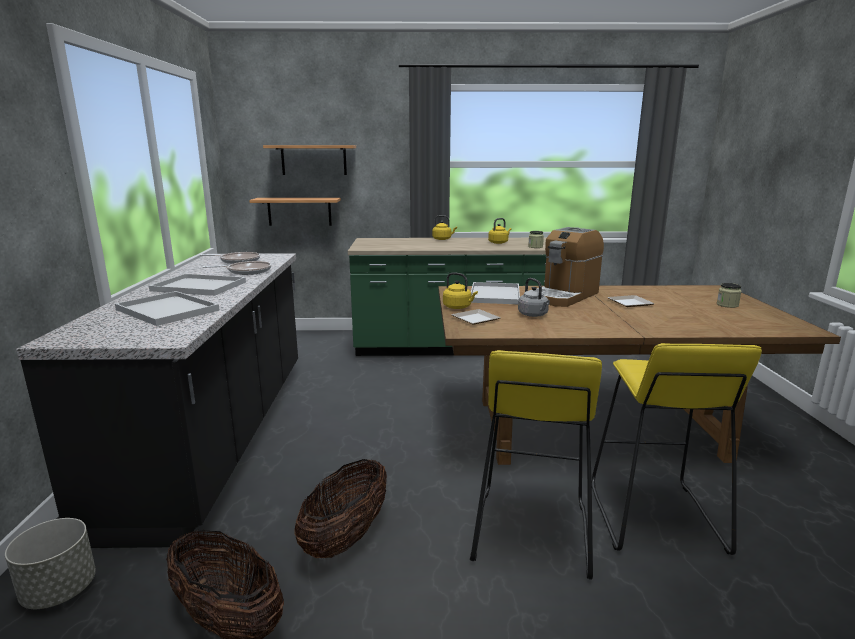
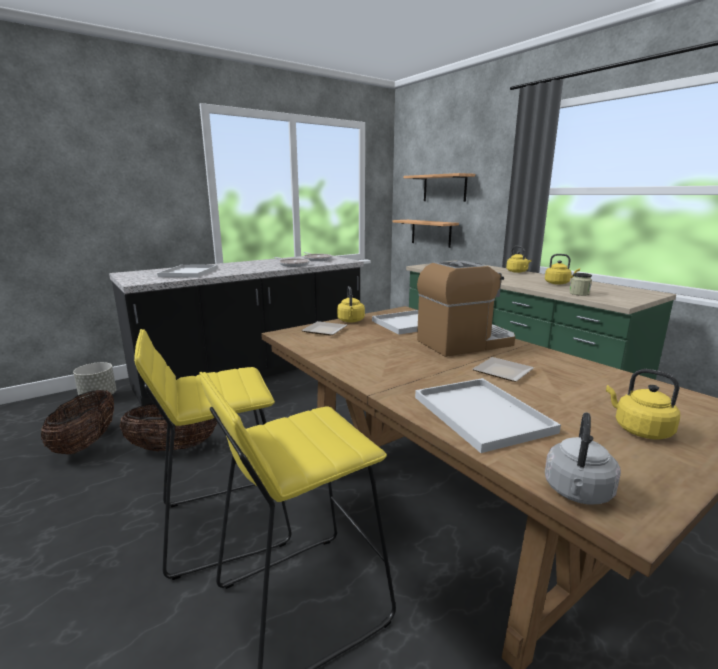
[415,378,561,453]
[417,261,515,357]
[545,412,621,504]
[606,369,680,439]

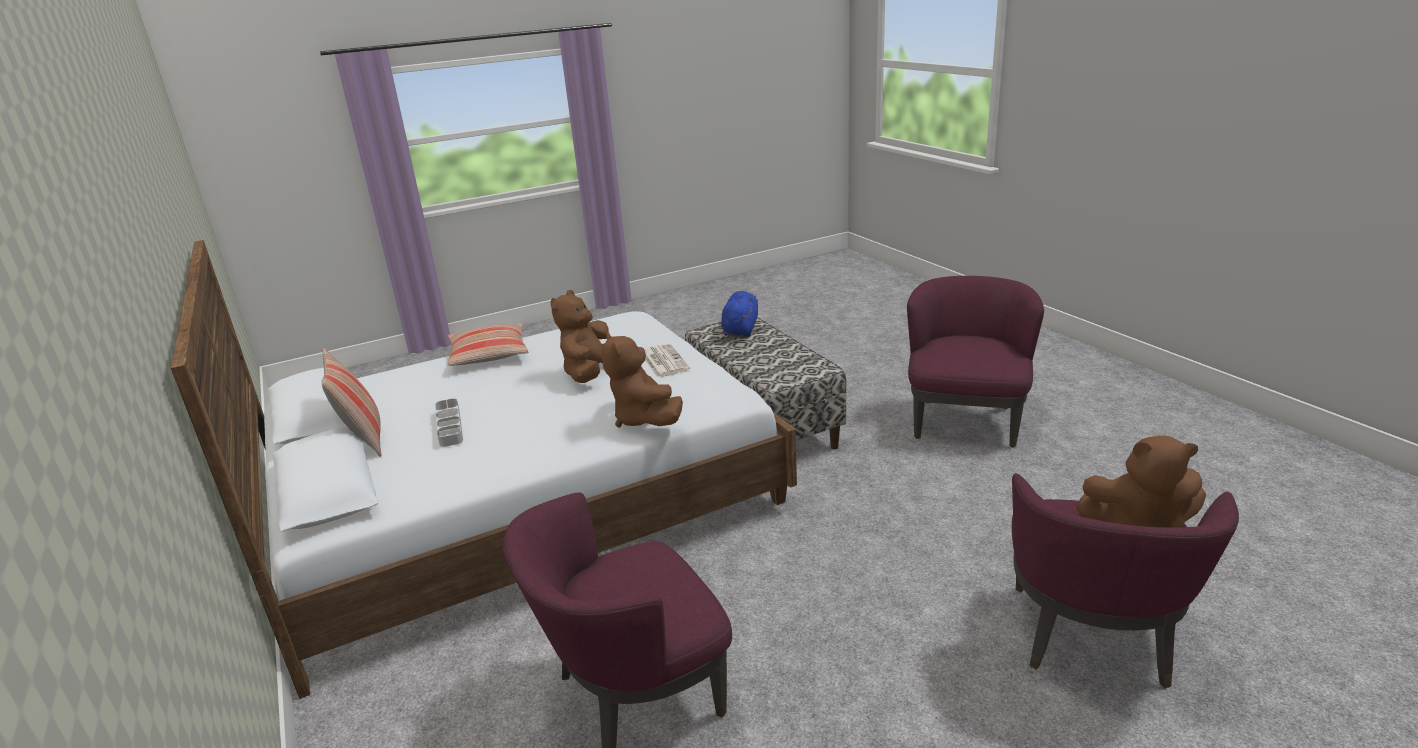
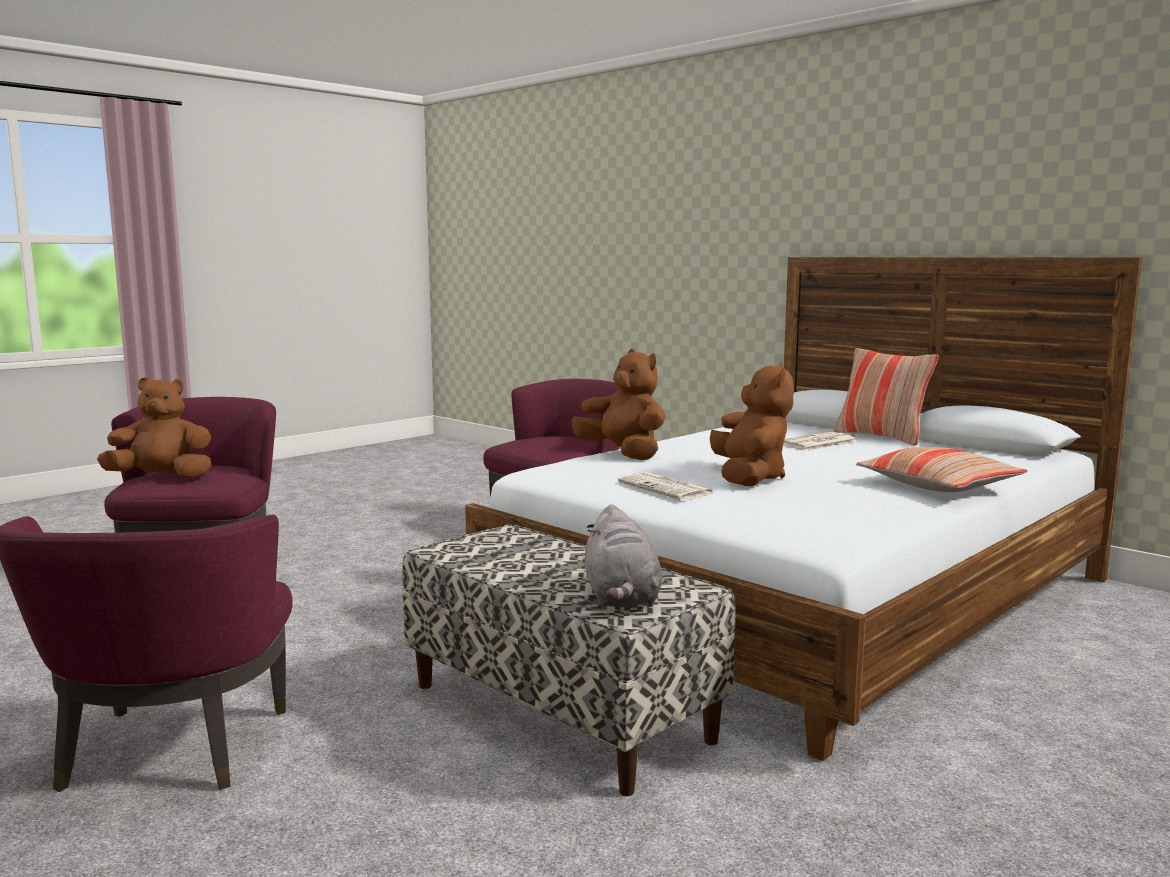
[585,504,662,607]
[783,432,857,451]

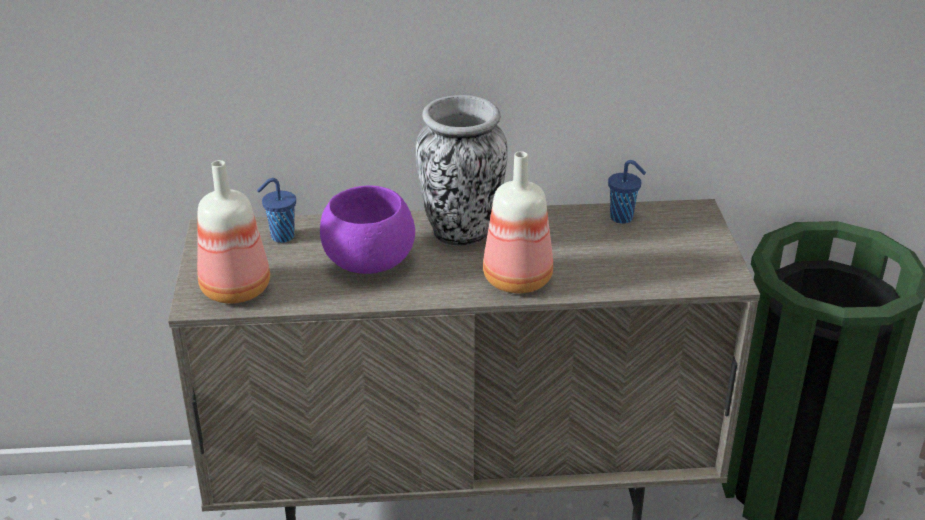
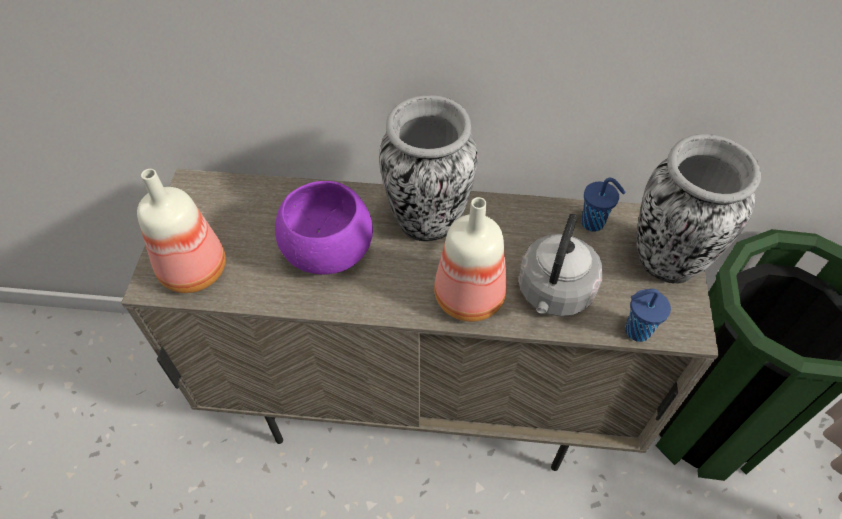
[518,214,603,316]
[625,289,671,342]
[636,134,761,284]

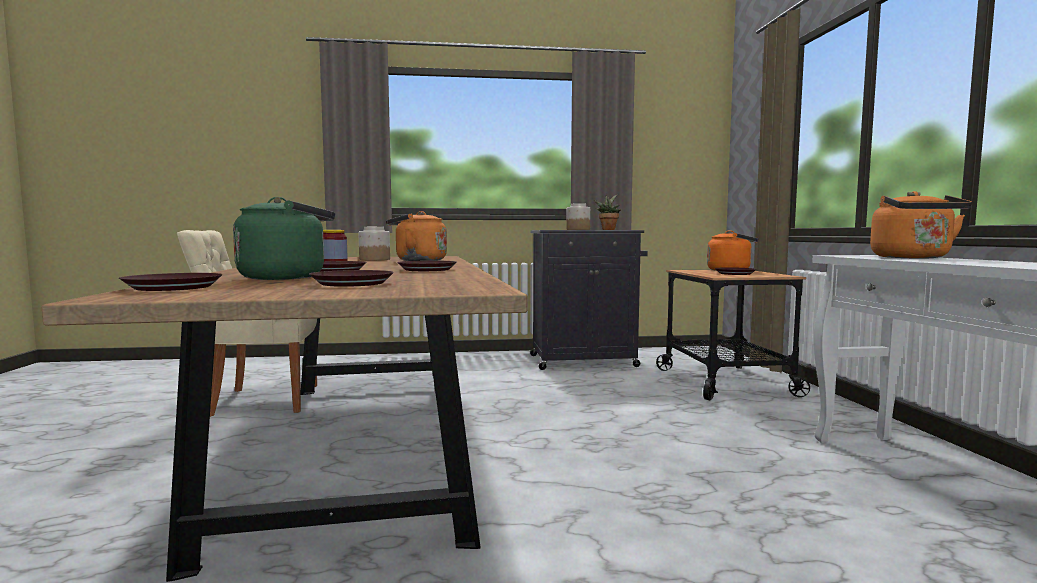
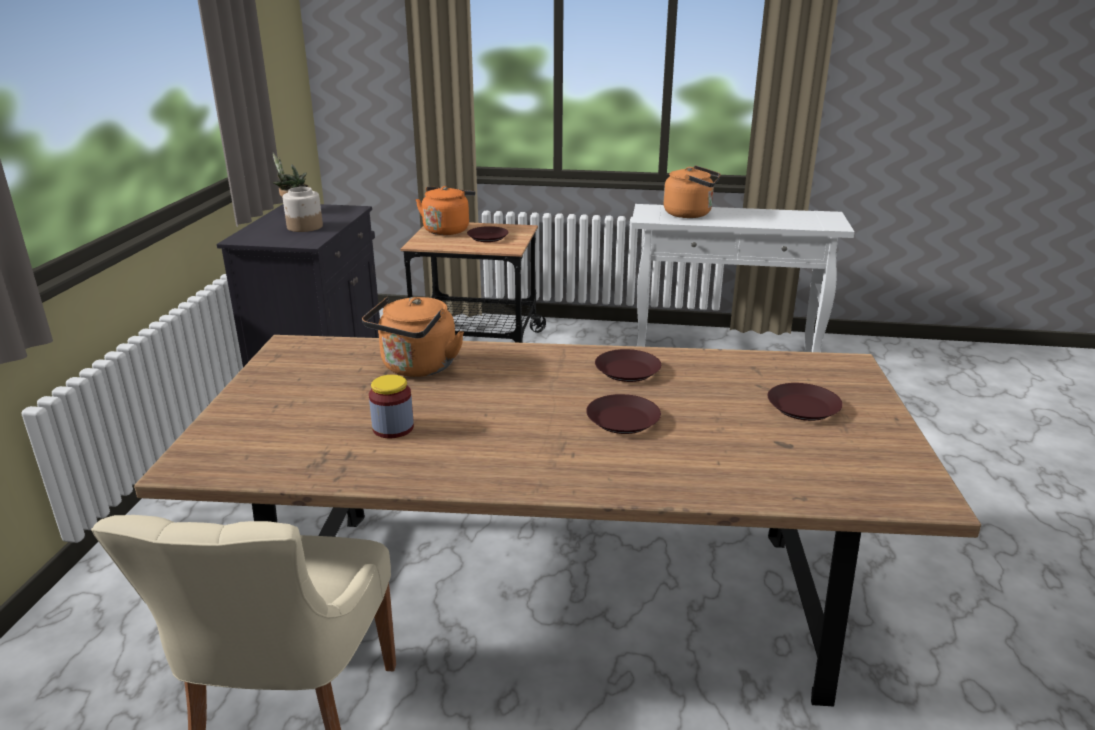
[119,273,223,291] (first image)
[233,197,335,280] (first image)
[358,227,390,260] (first image)

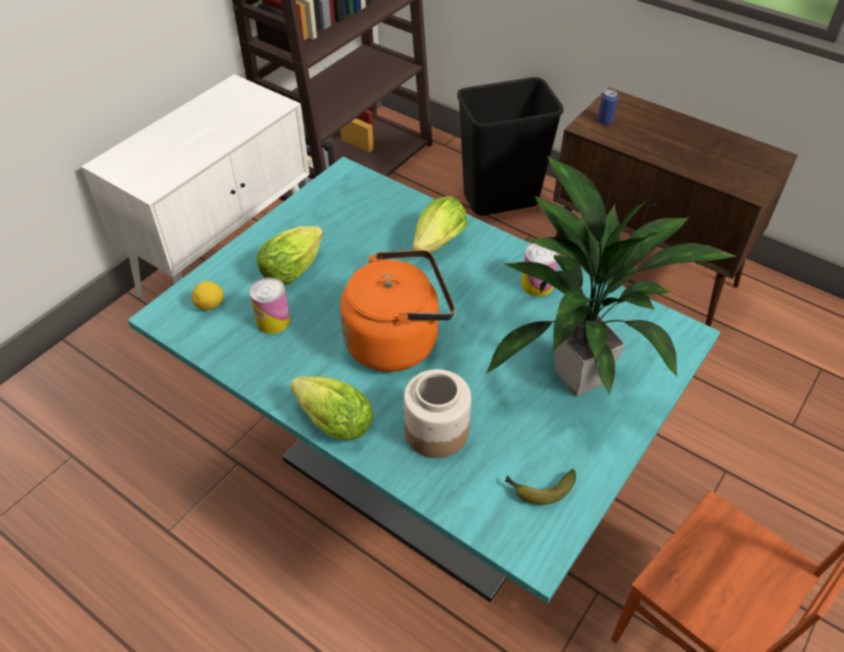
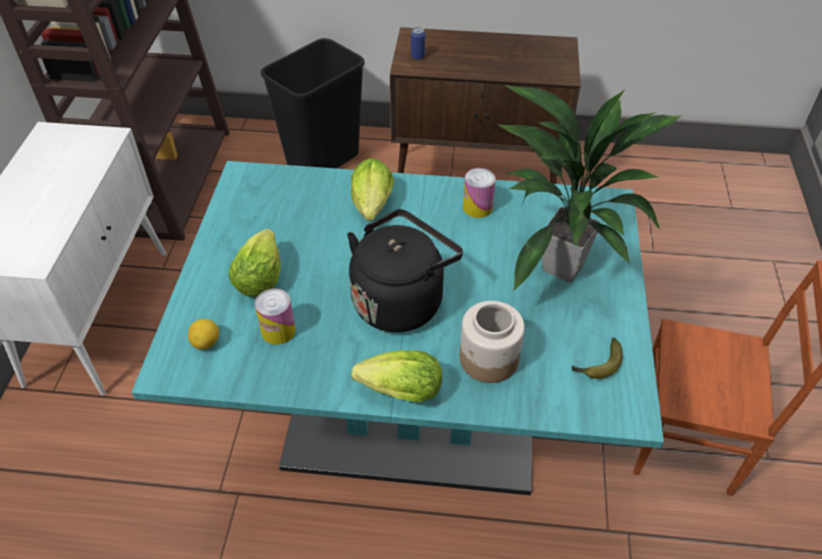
[347,209,463,332]

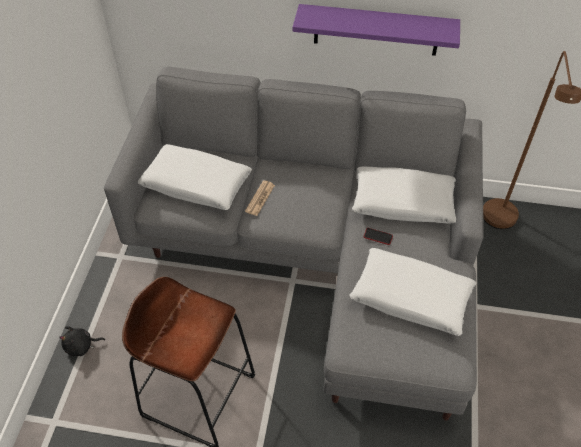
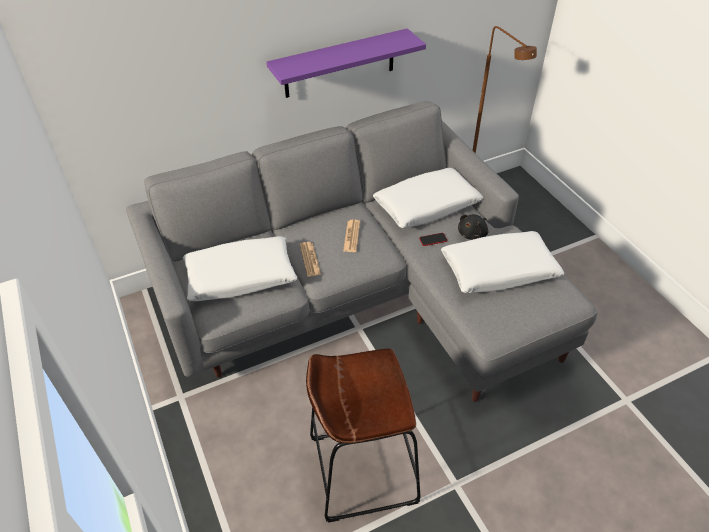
[343,219,360,252]
[458,214,489,240]

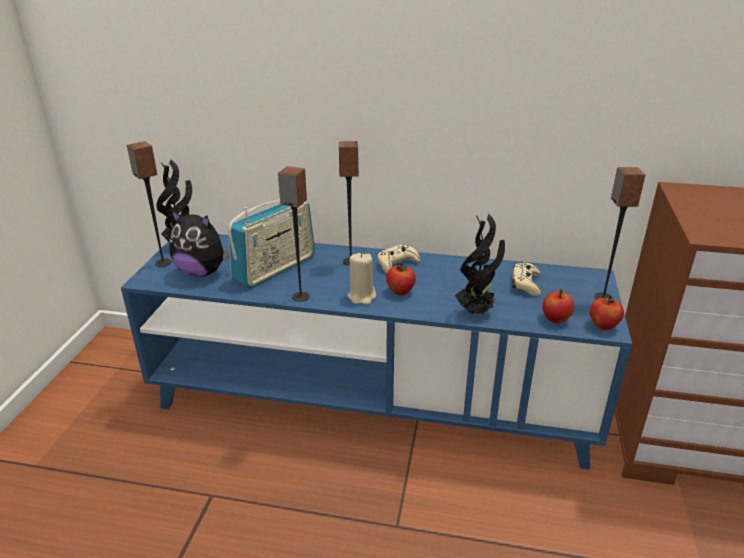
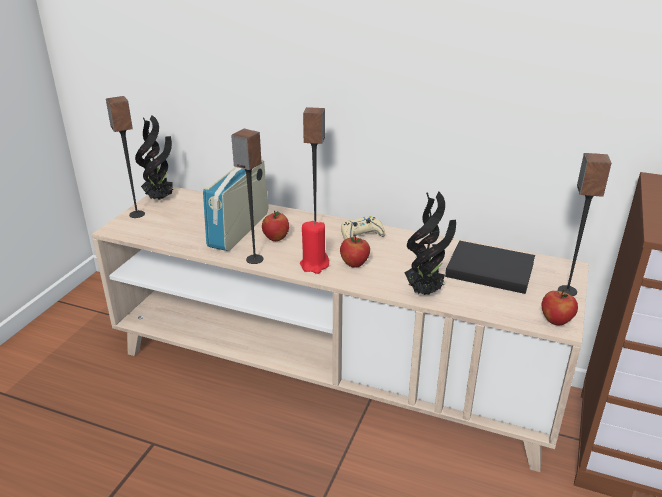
[92,187,589,472]
[203,159,269,251]
[262,211,289,241]
[300,221,329,274]
[445,241,535,294]
[169,209,230,277] (first image)

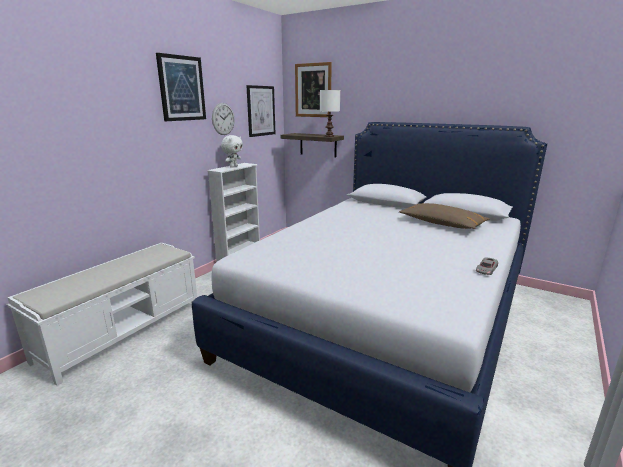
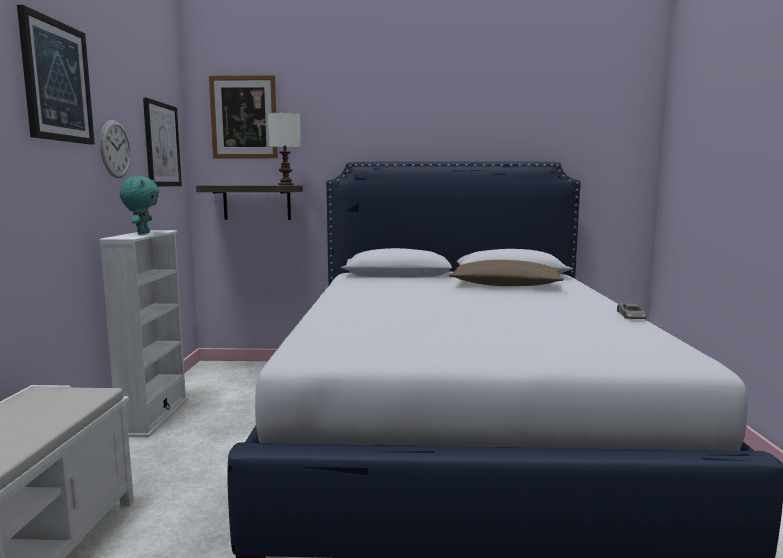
[120,176,159,234]

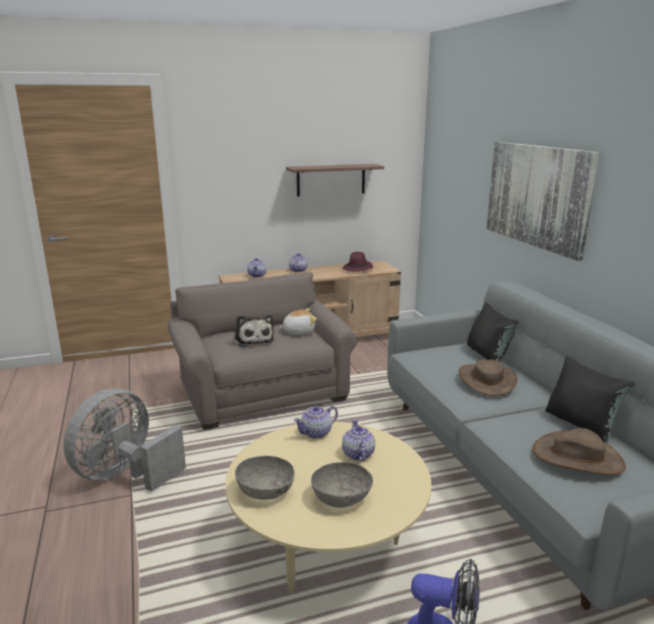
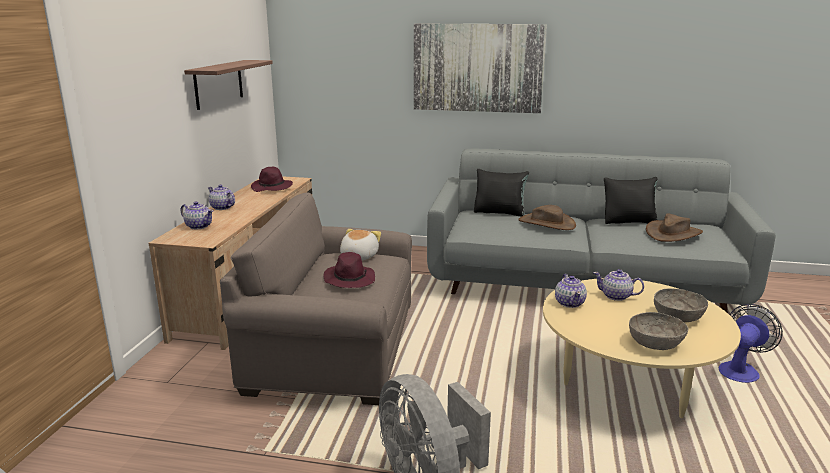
[323,252,375,288]

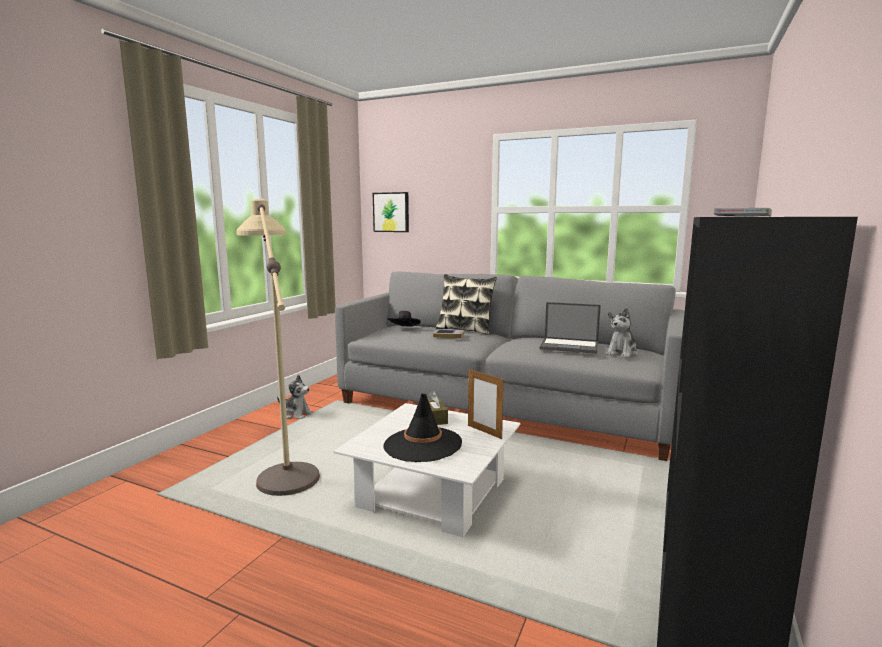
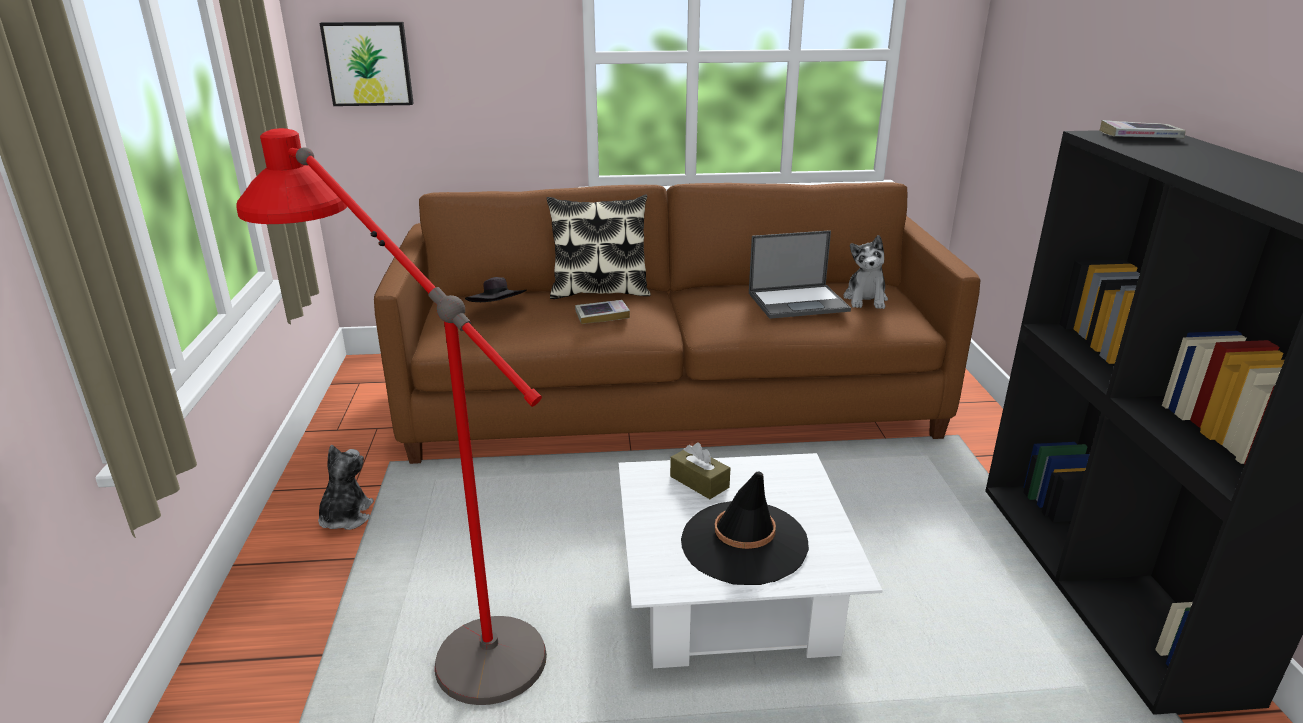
[236,128,547,705]
[318,445,374,530]
[374,182,980,464]
[468,368,504,439] (first image)

